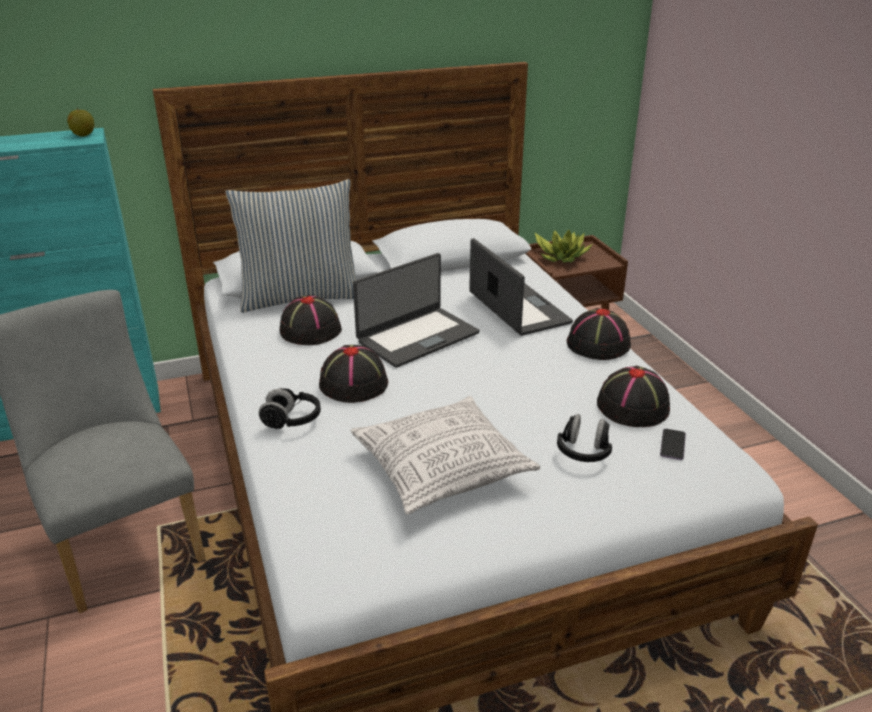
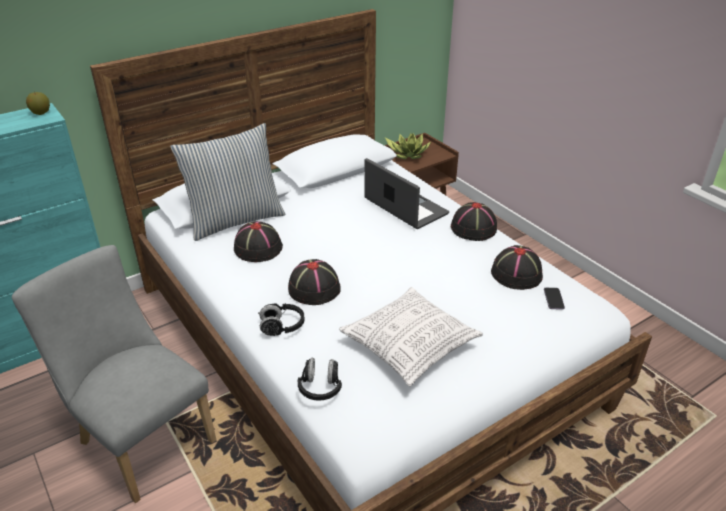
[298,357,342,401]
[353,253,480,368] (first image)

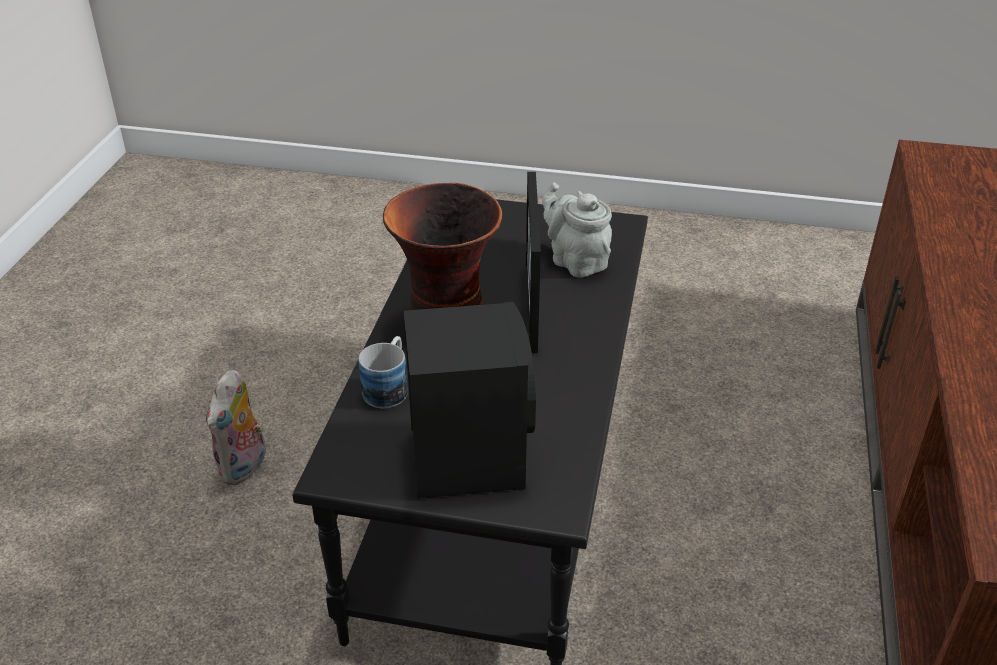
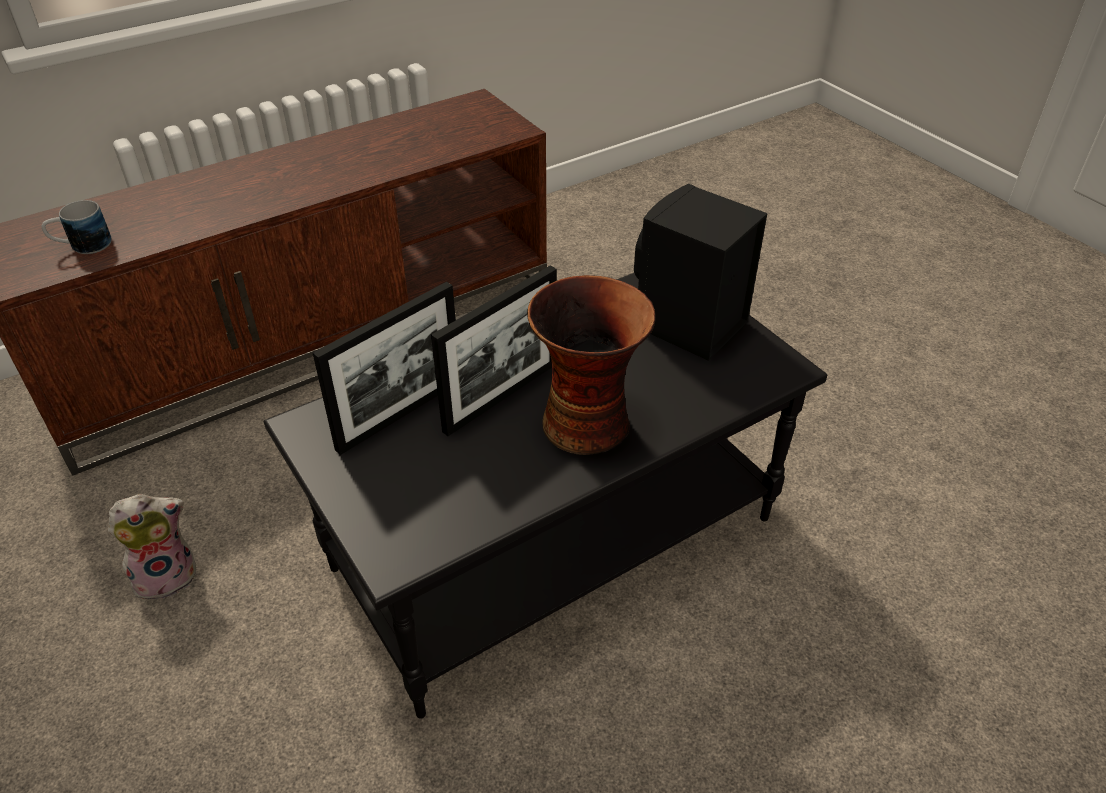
[42,200,112,254]
[108,494,196,601]
[313,282,456,455]

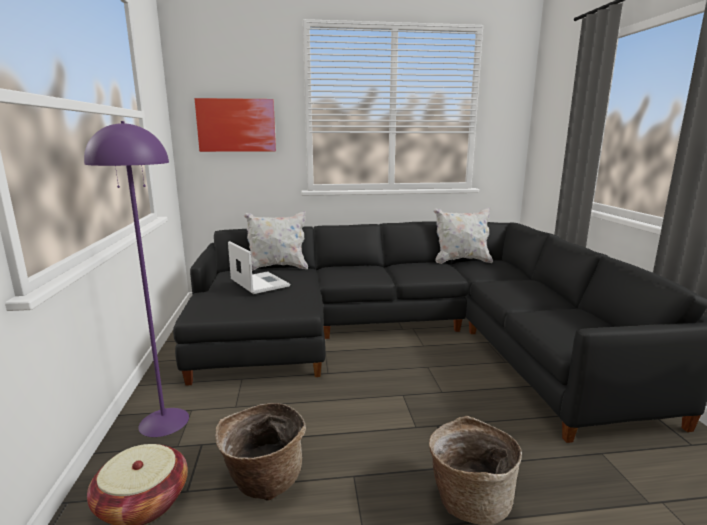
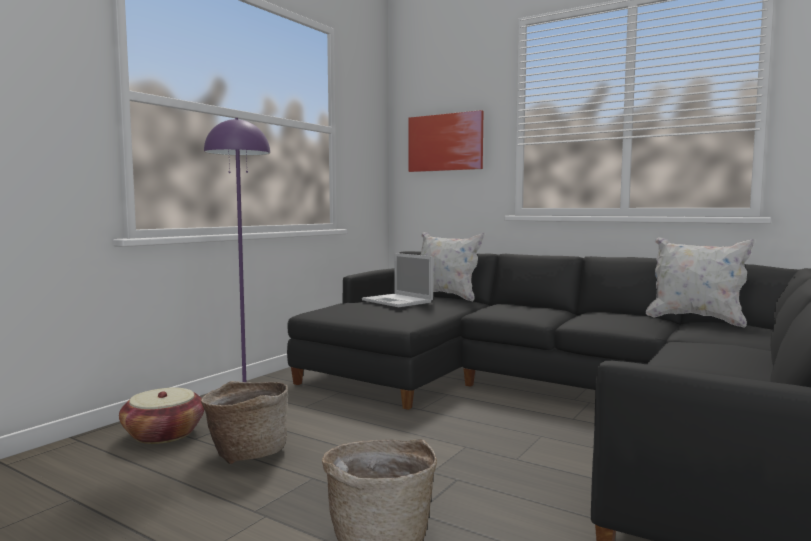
[362,253,433,307]

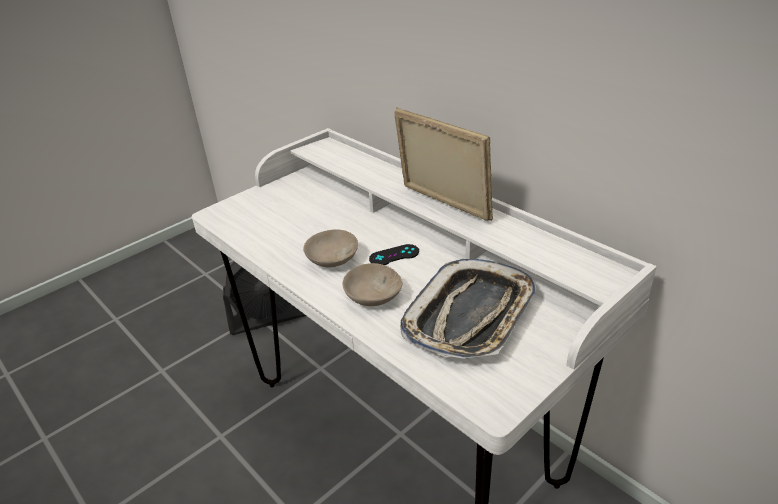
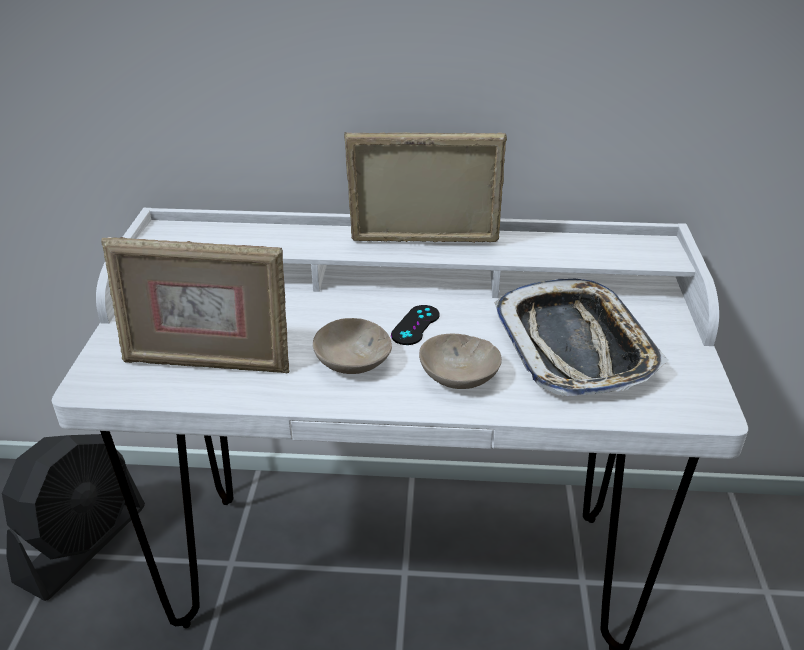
[101,237,290,373]

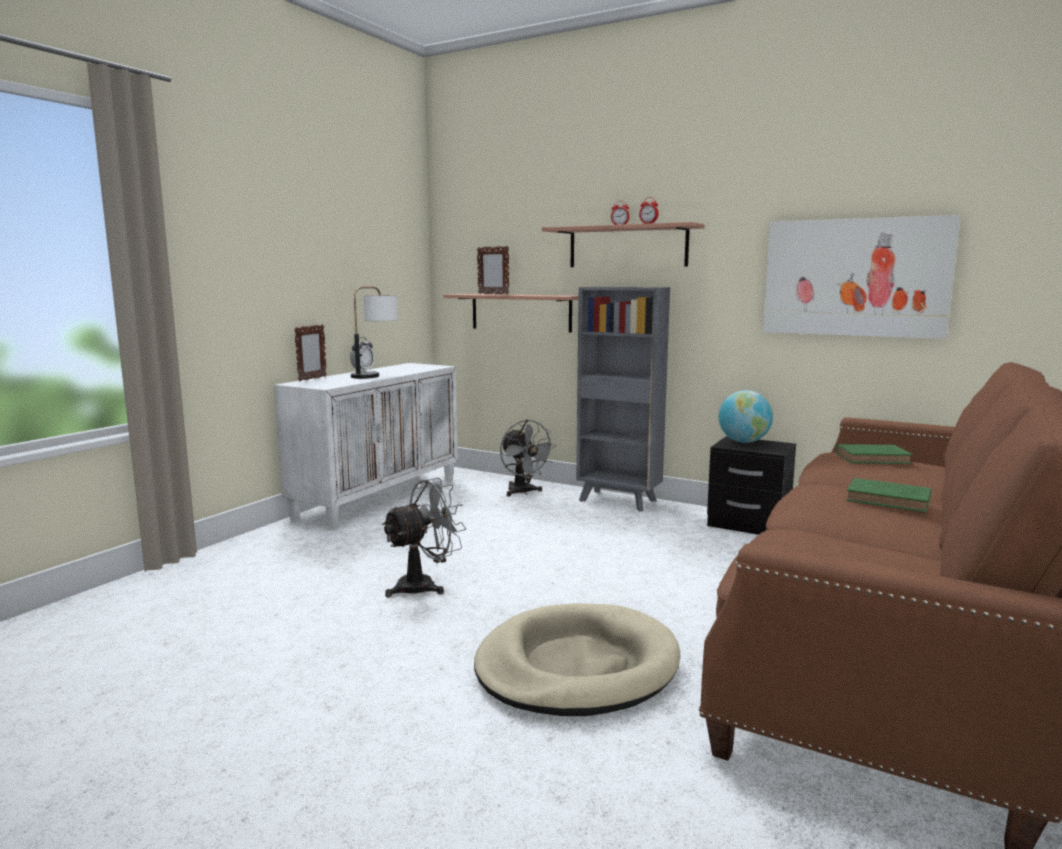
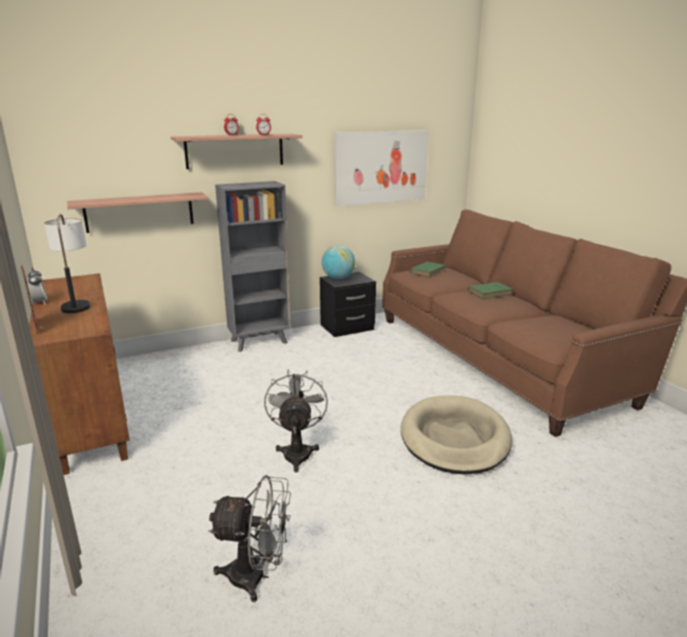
[29,273,130,475]
[208,475,291,602]
[477,246,509,295] (first image)

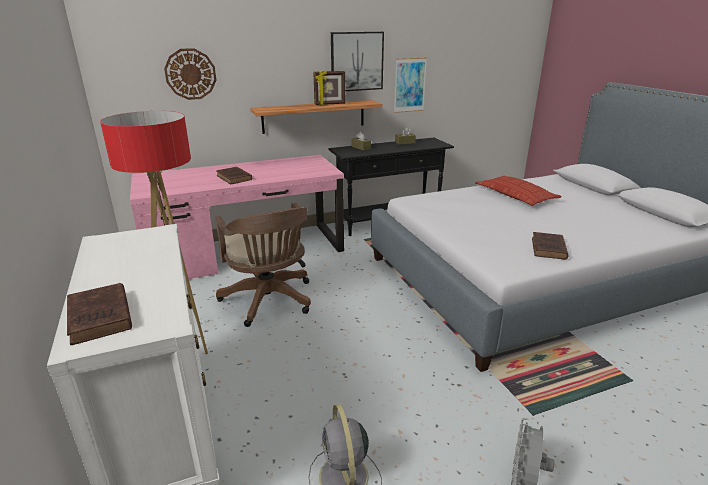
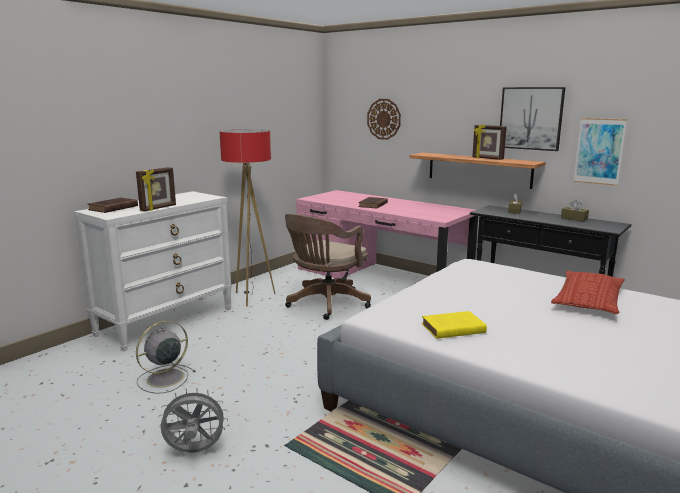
[136,167,176,211]
[422,311,487,339]

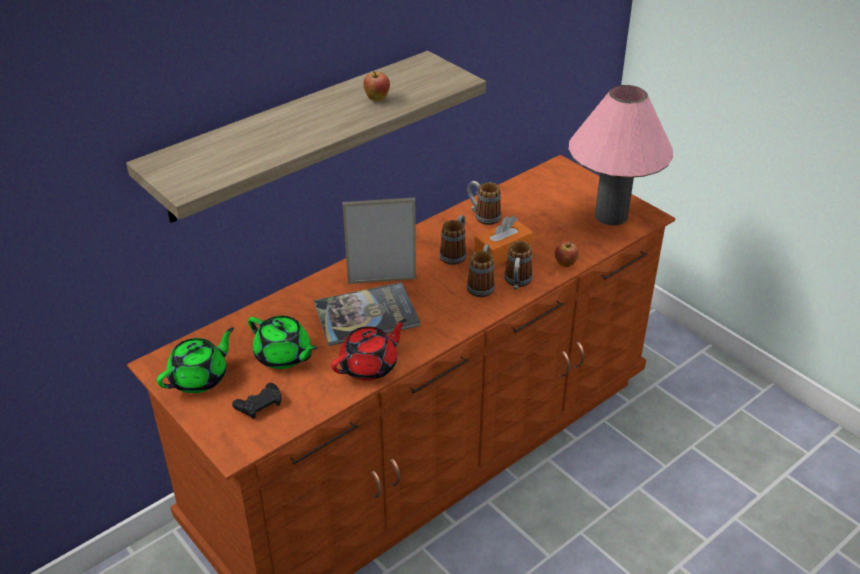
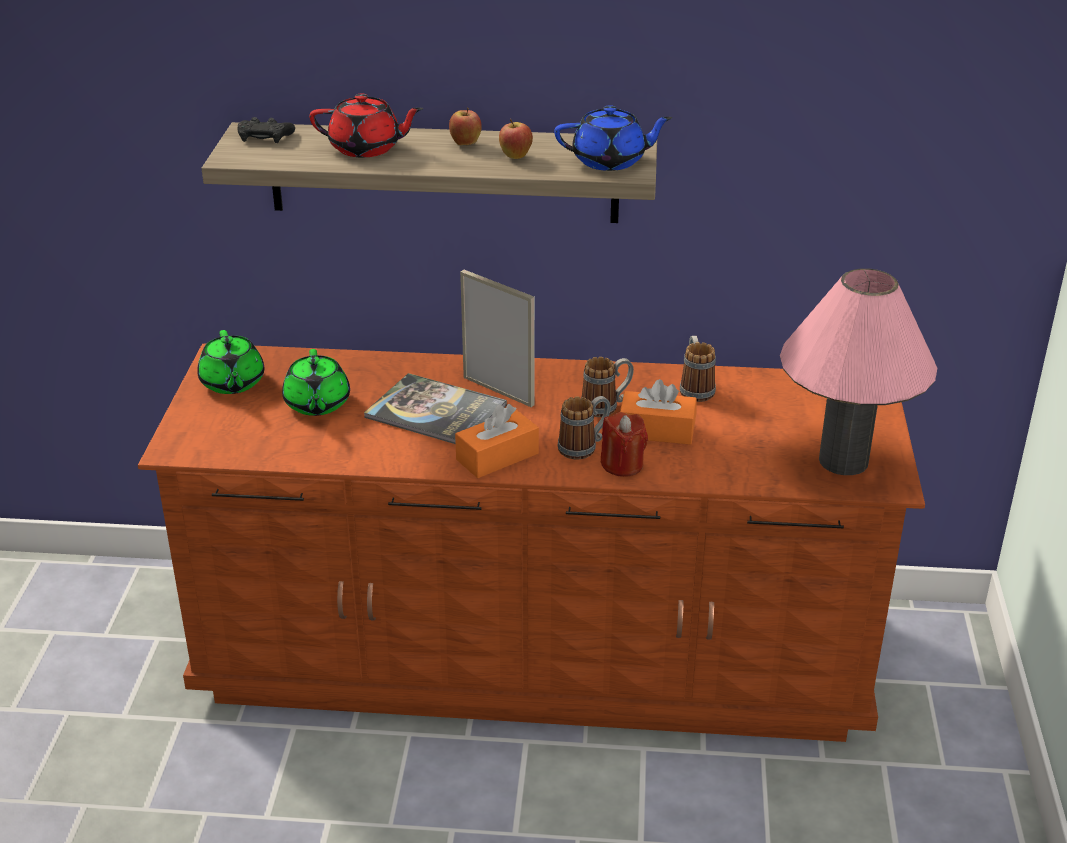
[197,330,264,394]
[237,117,295,143]
[309,93,424,158]
[449,107,482,145]
[455,404,539,478]
[554,105,673,171]
[601,412,648,477]

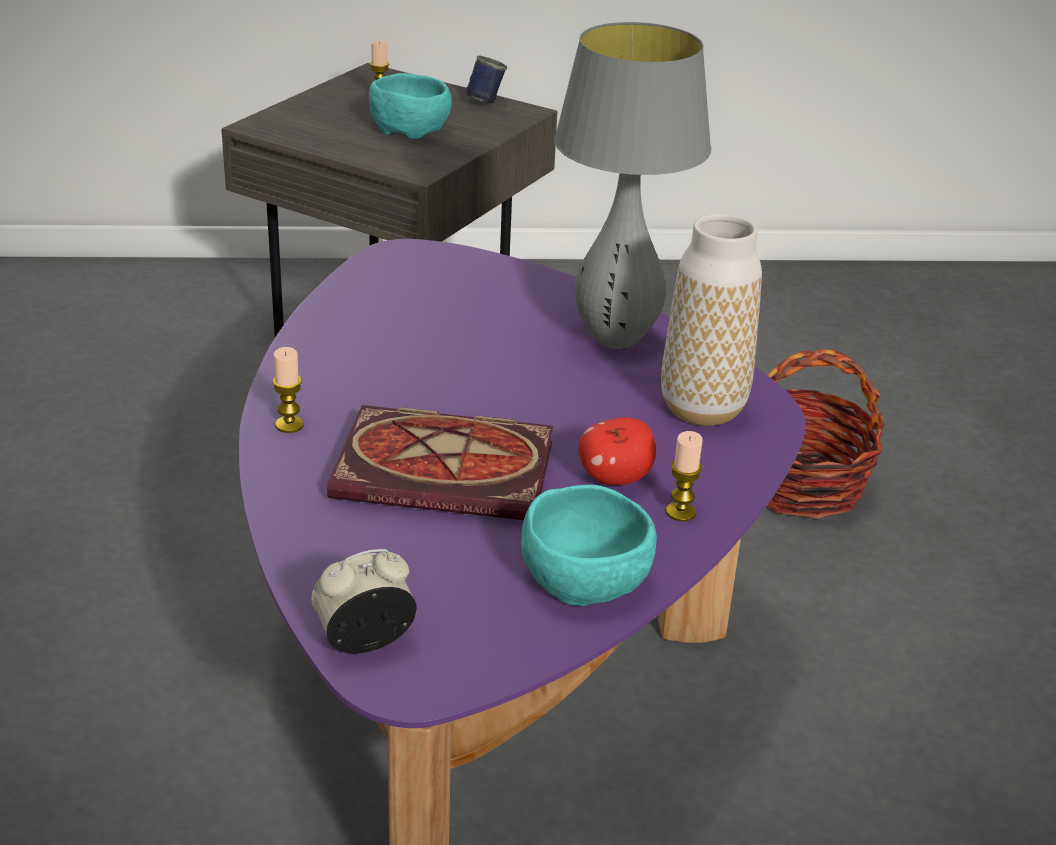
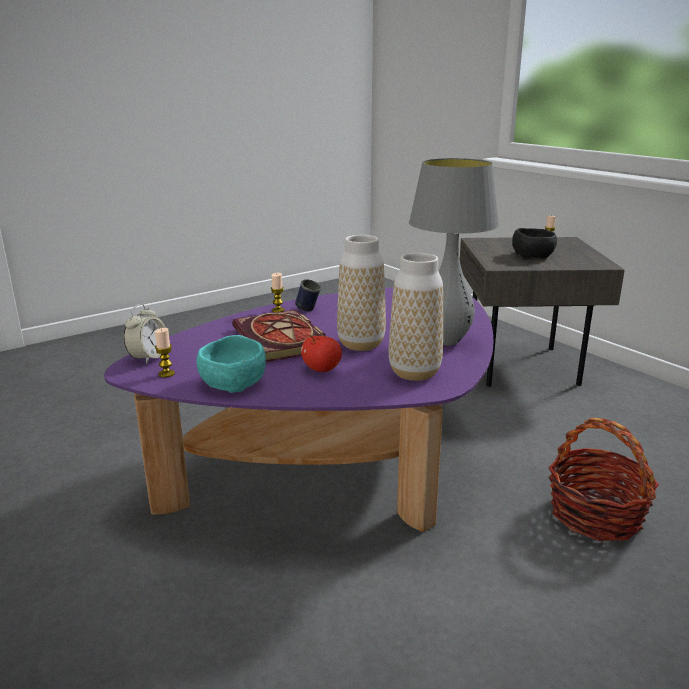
[124,304,165,364]
[155,328,175,377]
[295,279,321,311]
[337,235,386,351]
[512,228,557,259]

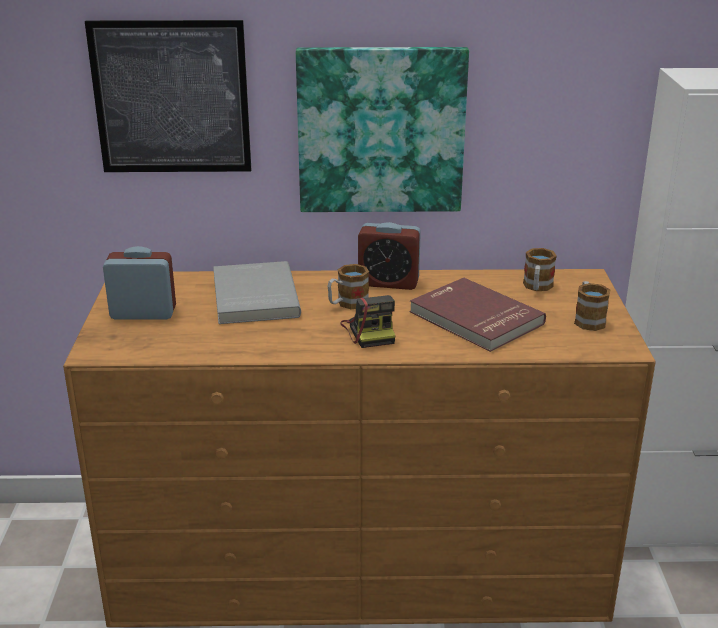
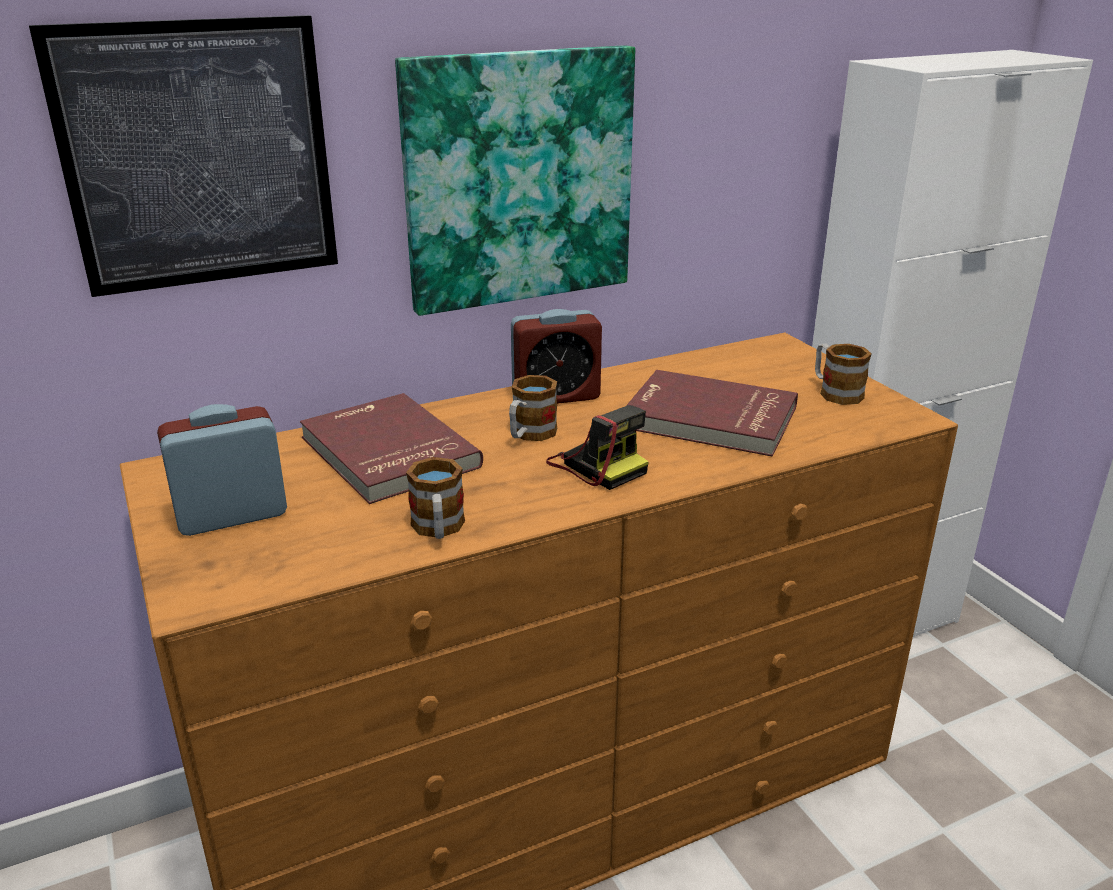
[300,393,483,504]
[406,457,465,539]

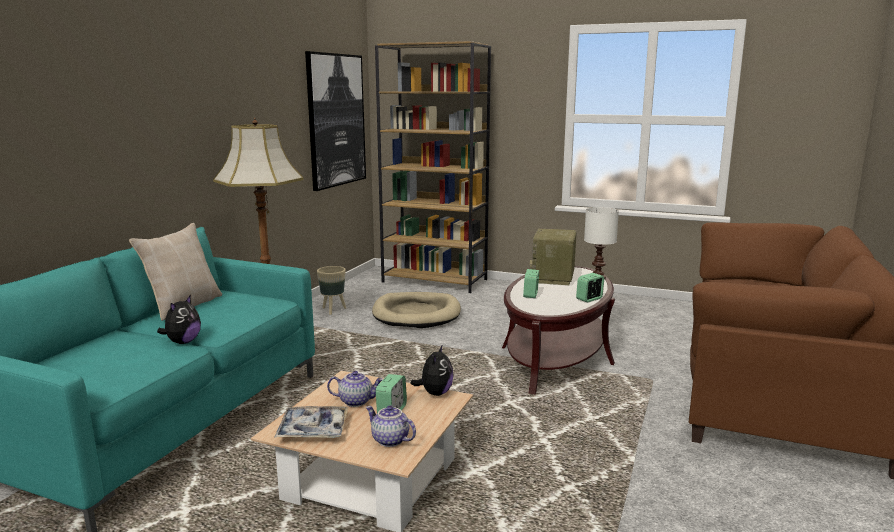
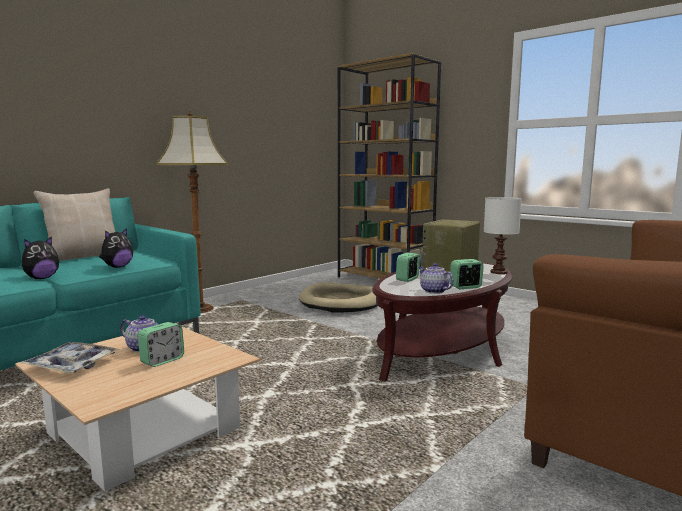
[99,228,133,268]
[418,263,454,294]
[305,51,366,191] (first image)
[317,266,346,315] (first image)

